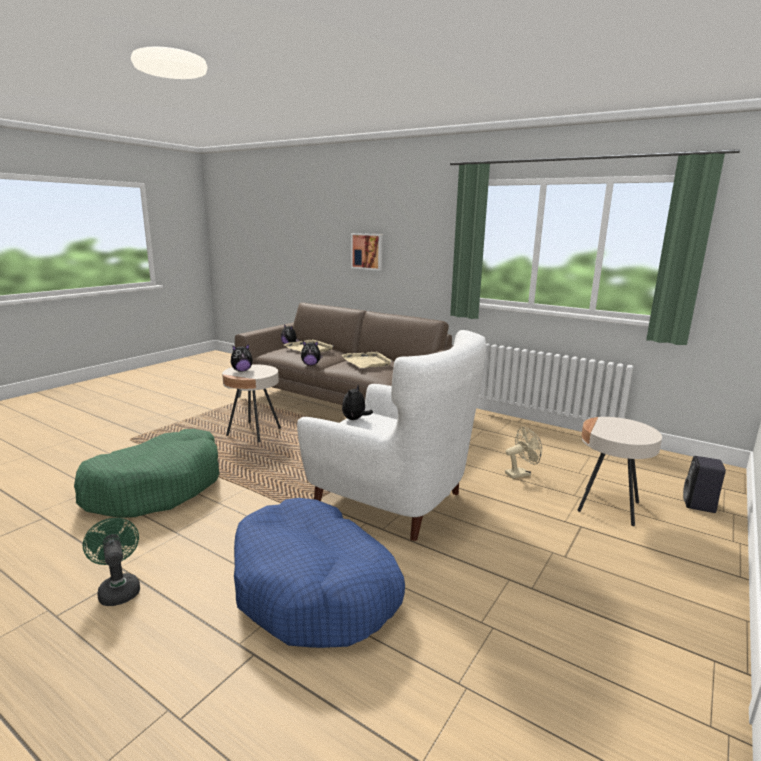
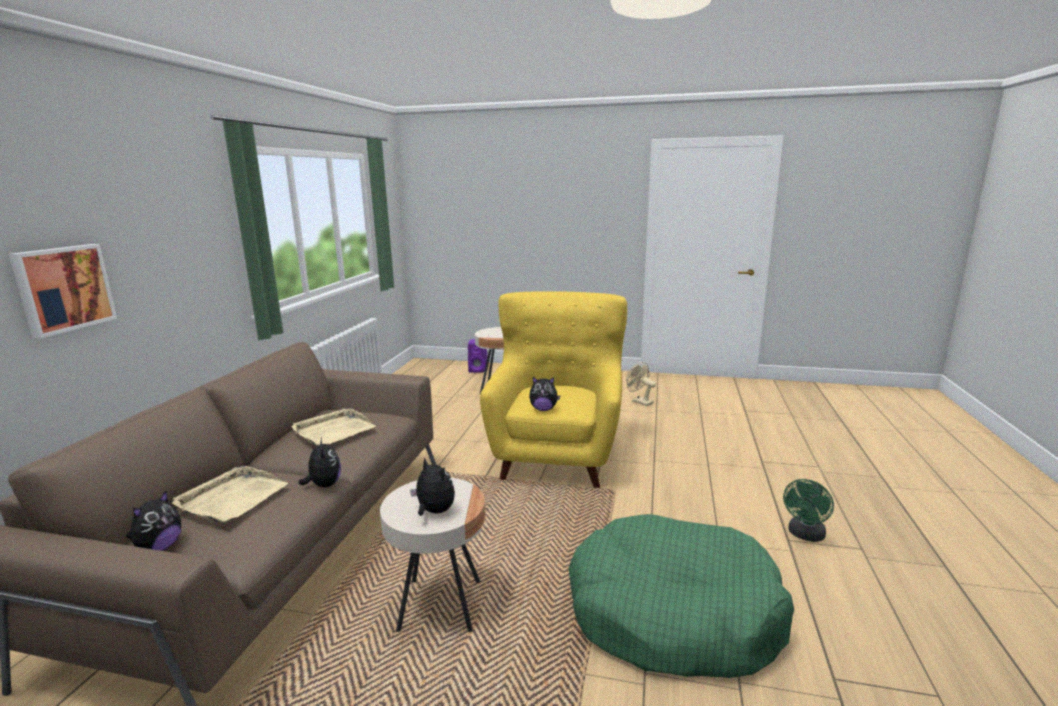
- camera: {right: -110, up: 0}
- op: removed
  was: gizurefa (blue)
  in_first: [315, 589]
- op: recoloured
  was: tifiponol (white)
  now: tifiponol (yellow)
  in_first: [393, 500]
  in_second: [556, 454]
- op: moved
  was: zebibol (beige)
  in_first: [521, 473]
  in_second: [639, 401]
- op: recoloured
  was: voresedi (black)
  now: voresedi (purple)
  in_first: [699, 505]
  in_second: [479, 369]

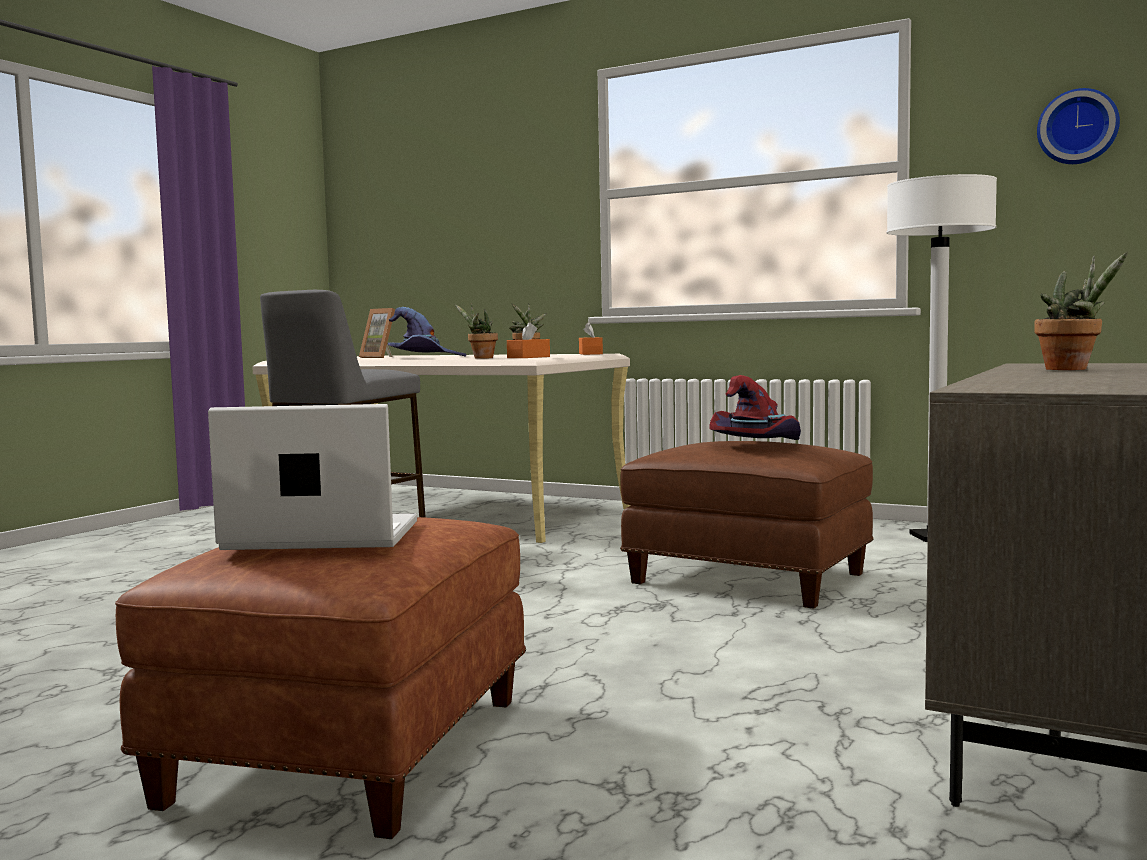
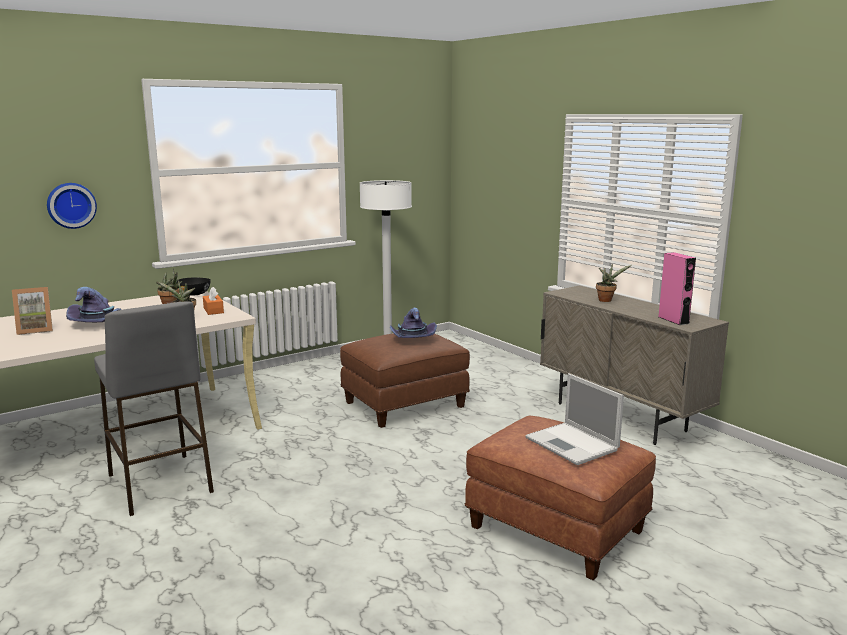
- camera: {right: -65, up: 10}
- op: turned
  was: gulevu
  in_first: [318, 536]
  in_second: [573, 444]
  clockwise: -60
- op: replaced
  was: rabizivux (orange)
  now: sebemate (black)
  in_first: [590, 354]
  in_second: [195, 294]
- op: recoloured
  was: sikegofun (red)
  now: sikegofun (purple)
  in_first: [757, 445]
  in_second: [412, 339]
- op: moved
  was: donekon
  in_first: [1077, 127]
  in_second: [71, 205]
- op: added
  now: voresedi (pink)
  in_second: [673, 320]

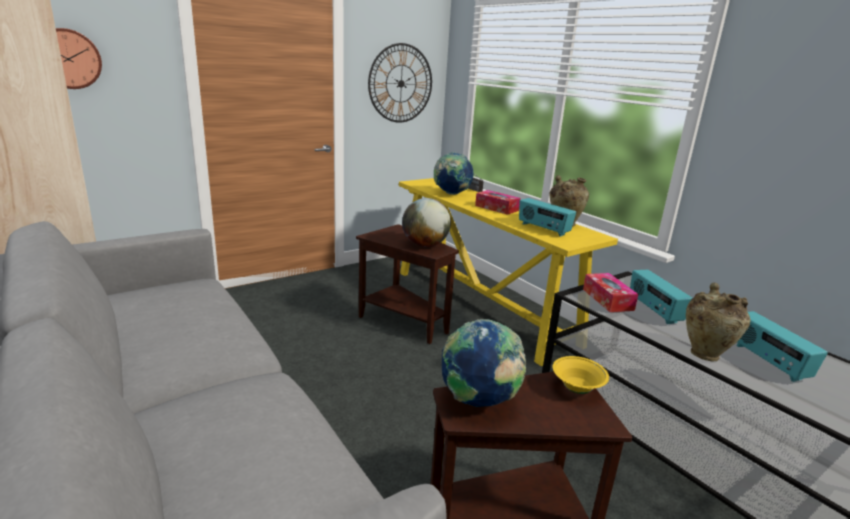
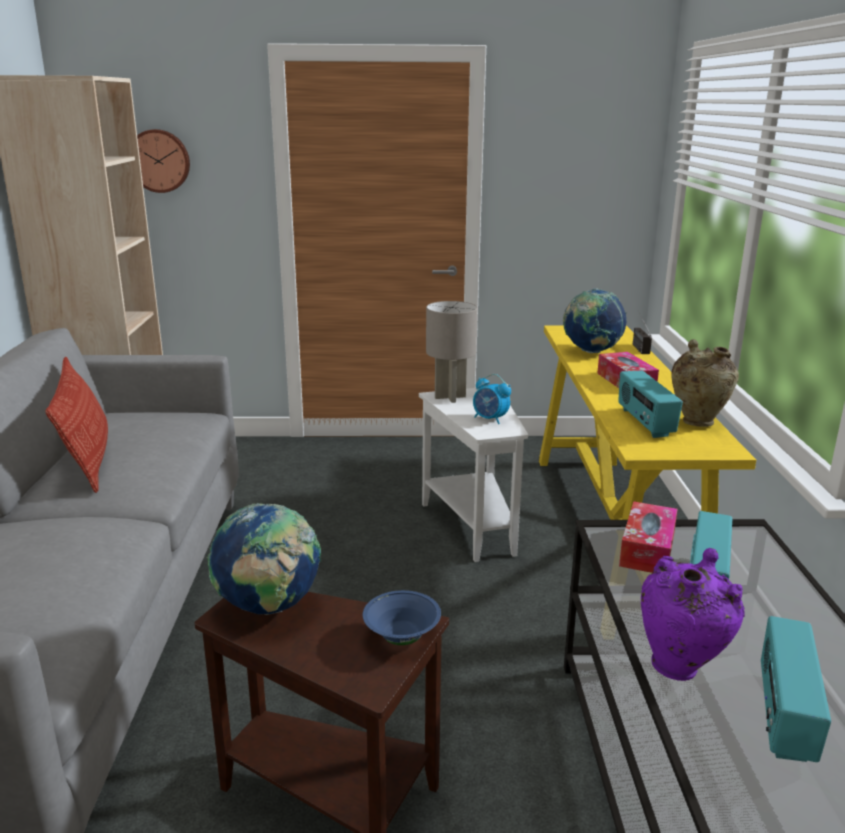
- camera: {right: 35, up: 0}
- op: recoloured
  was: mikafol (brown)
  now: mikafol (white)
  in_first: [403, 321]
  in_second: [473, 524]
- op: removed
  was: donekon
  in_first: [401, 83]
- op: replaced
  was: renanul
  now: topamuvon
  in_first: [425, 245]
  in_second: [490, 419]
- op: recoloured
  was: sebemate (yellow)
  now: sebemate (blue)
  in_first: [577, 389]
  in_second: [402, 638]
- op: recoloured
  was: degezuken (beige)
  now: degezuken (purple)
  in_first: [705, 354]
  in_second: [681, 667]
- op: added
  now: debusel
  in_second: [88, 459]
- op: added
  now: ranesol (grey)
  in_second: [450, 397]

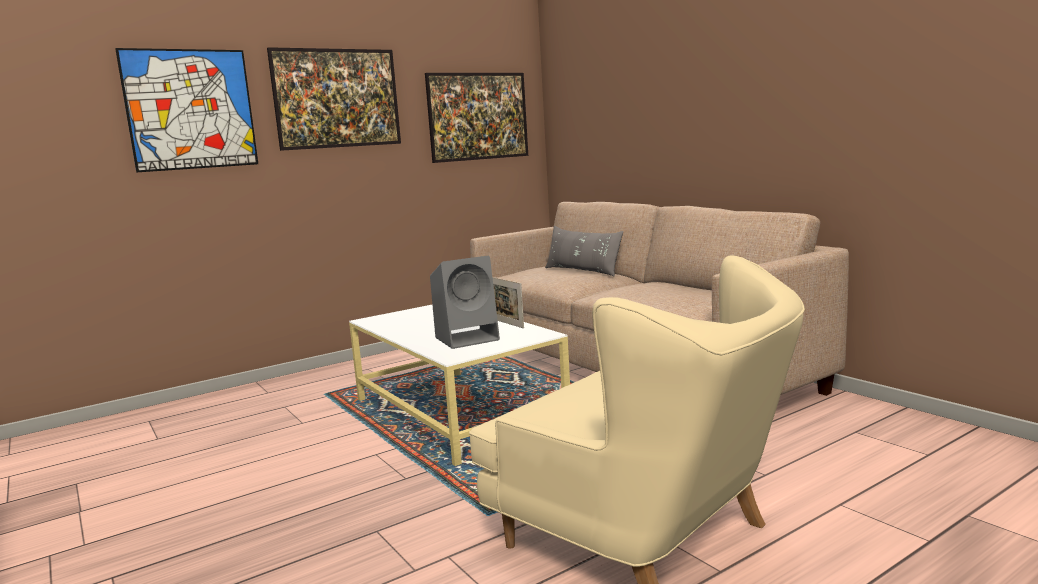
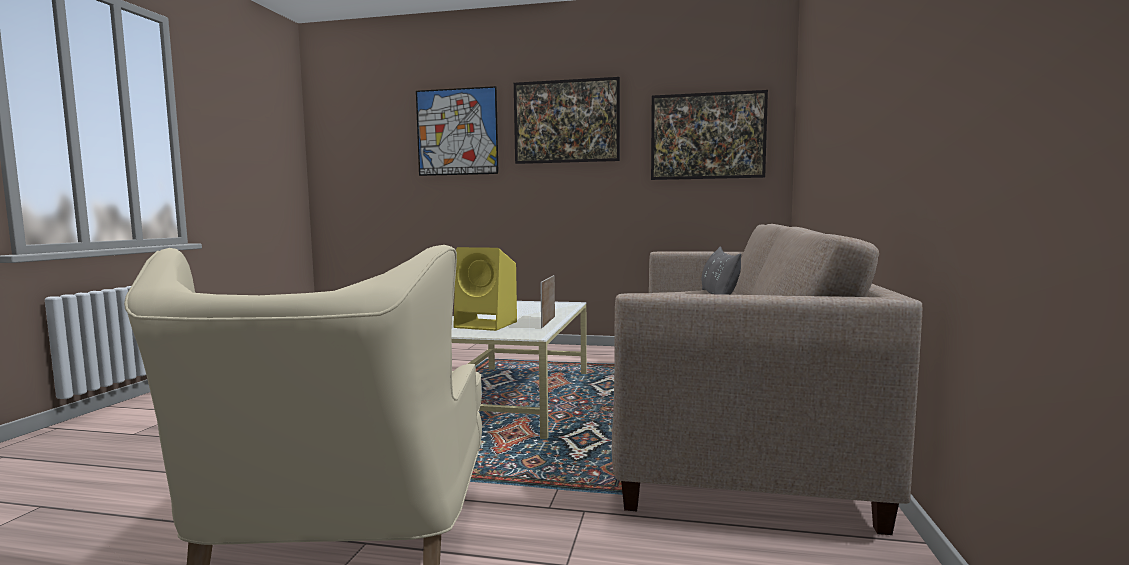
- camera: {right: 45, up: -5}
- op: recoloured
  was: voresedi (grey)
  now: voresedi (yellow)
  in_first: [468, 338]
  in_second: [487, 324]

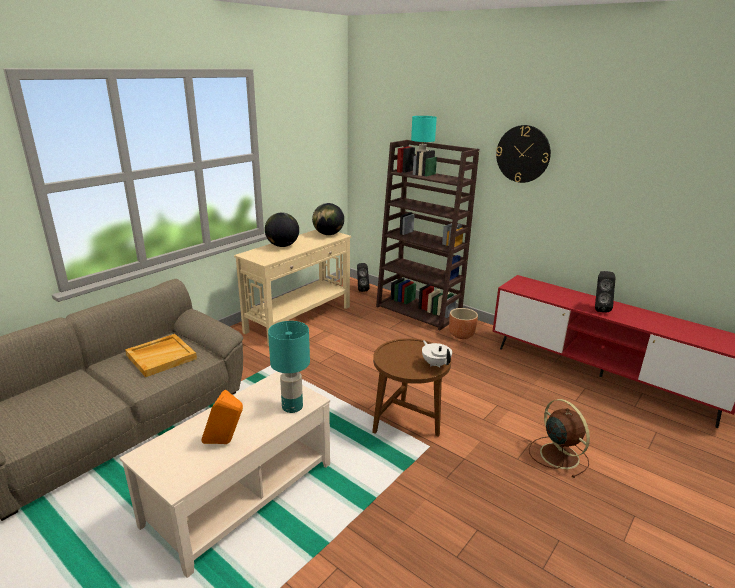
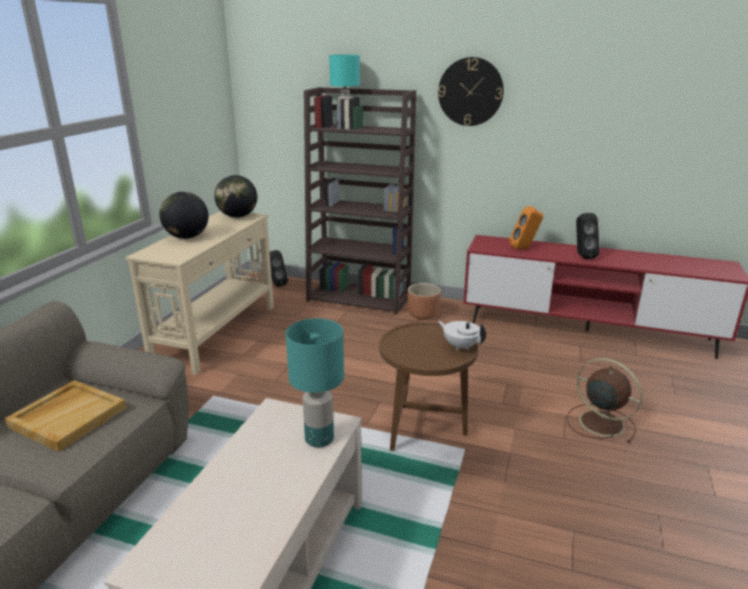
- camera: {right: -20, up: 0}
- op: moved
  was: voresedi (orange)
  in_first: [225, 443]
  in_second: [525, 248]

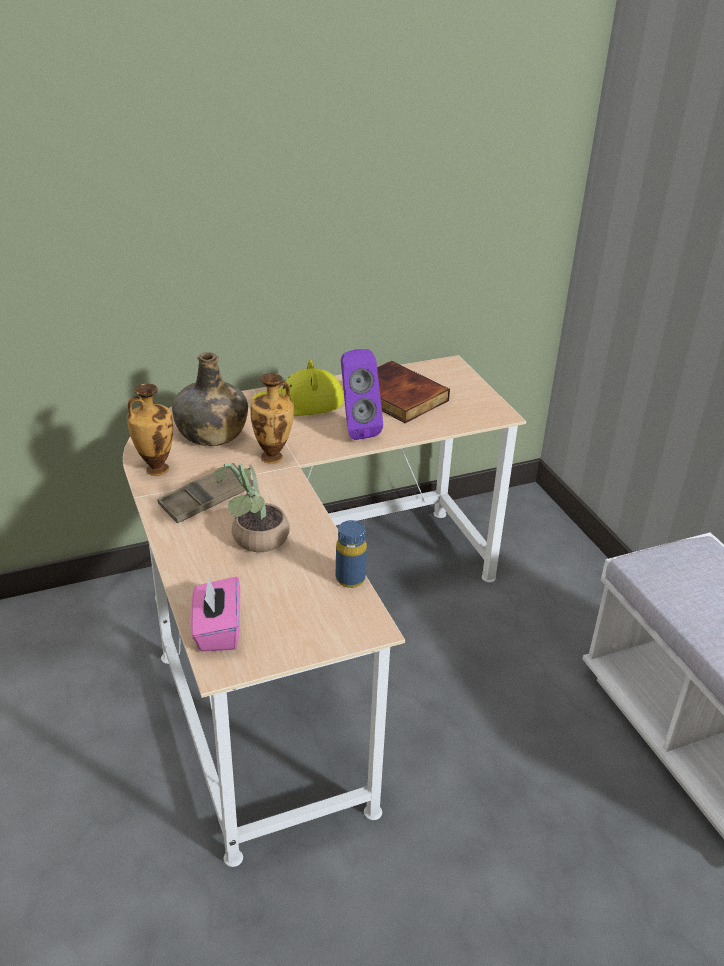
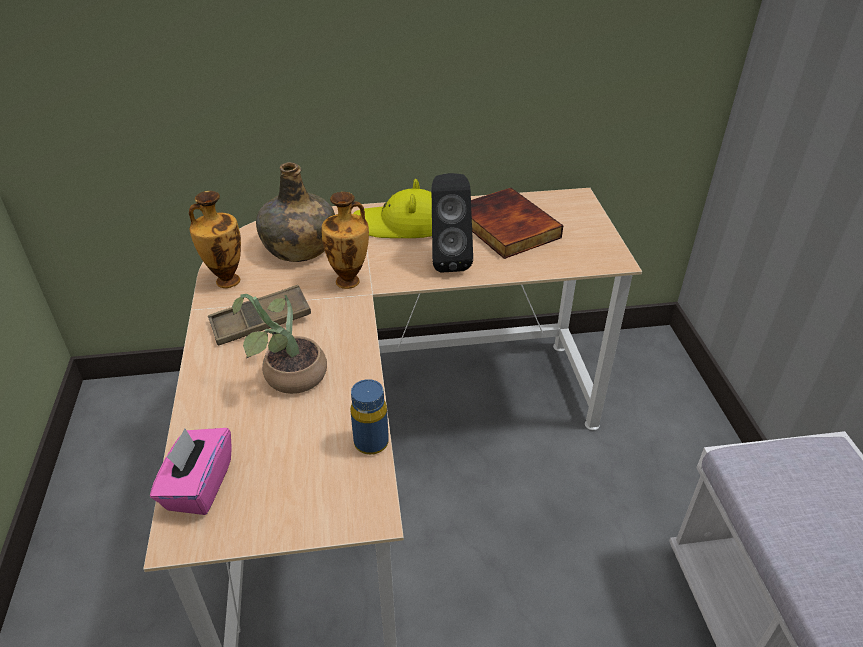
- camera: {right: 15, up: 5}
- op: recoloured
  was: voresedi (purple)
  now: voresedi (black)
  in_first: [356, 429]
  in_second: [448, 259]

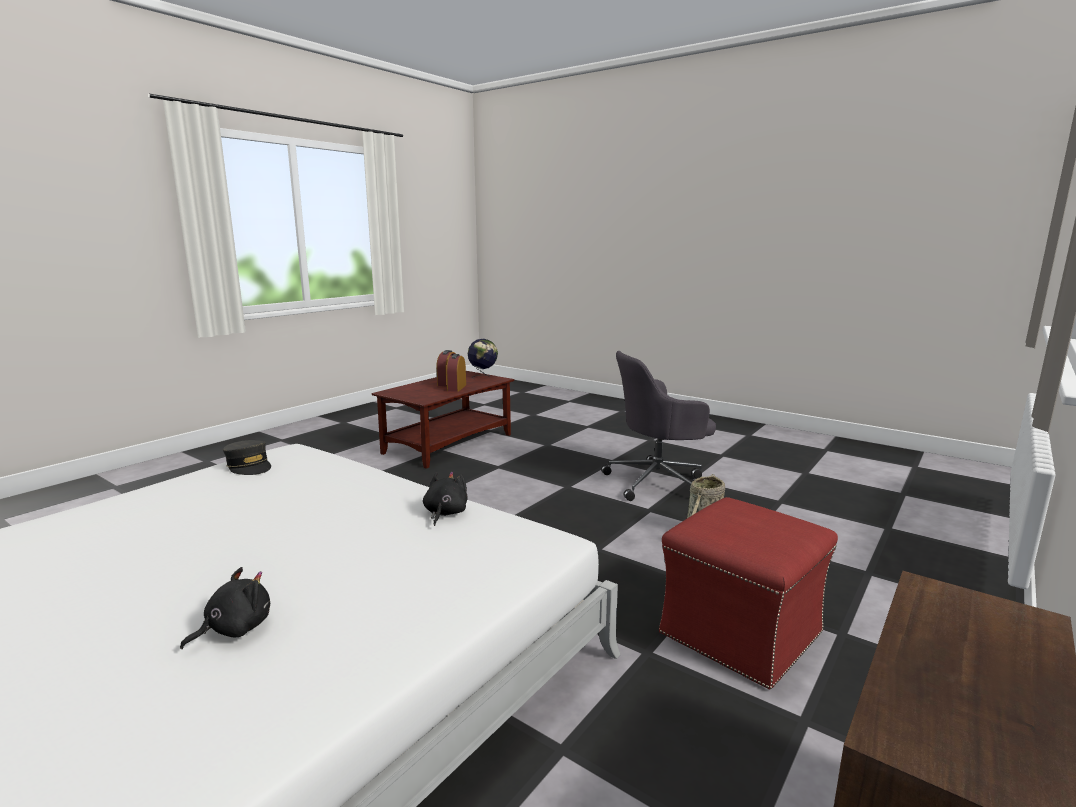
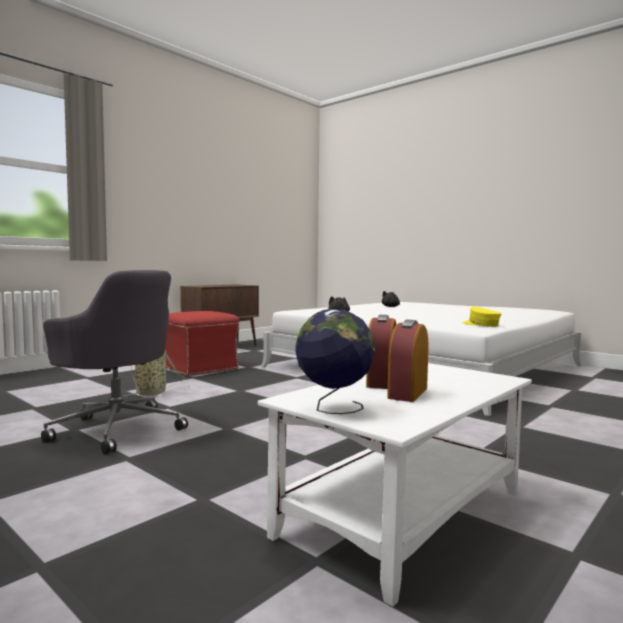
- camera: {right: -175, up: -10}
- op: recoloured
  was: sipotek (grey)
  now: sipotek (yellow)
  in_first: [249, 466]
  in_second: [481, 324]
- op: recoloured
  was: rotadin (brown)
  now: rotadin (white)
  in_first: [449, 443]
  in_second: [404, 513]
- op: turned
  was: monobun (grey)
  in_first: [658, 482]
  in_second: [117, 428]
  clockwise: 45

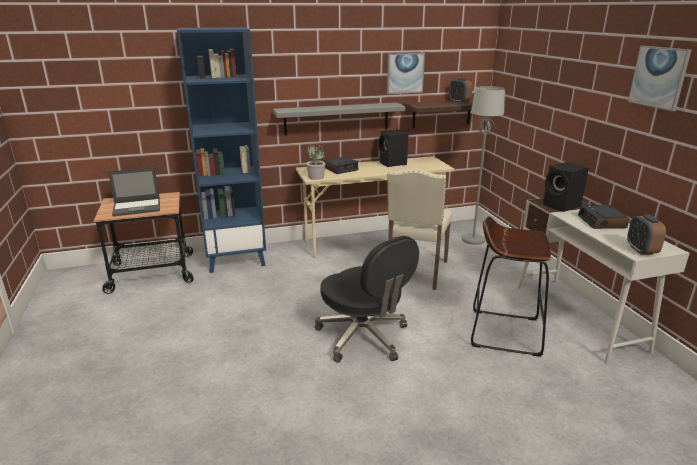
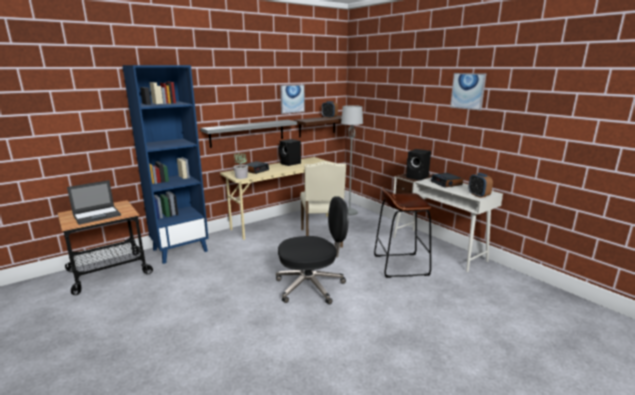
- camera: {right: -20, up: -5}
- op: turned
  was: monobun (black)
  in_first: [364, 337]
  in_second: [311, 286]
  clockwise: -45

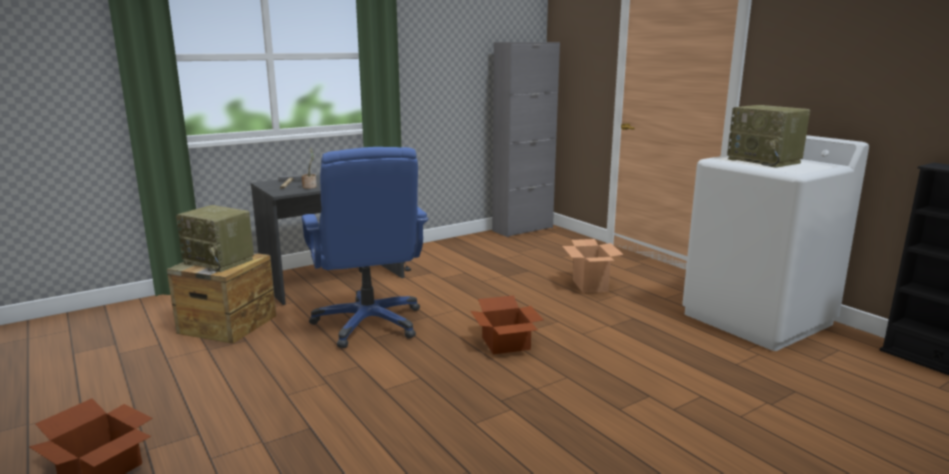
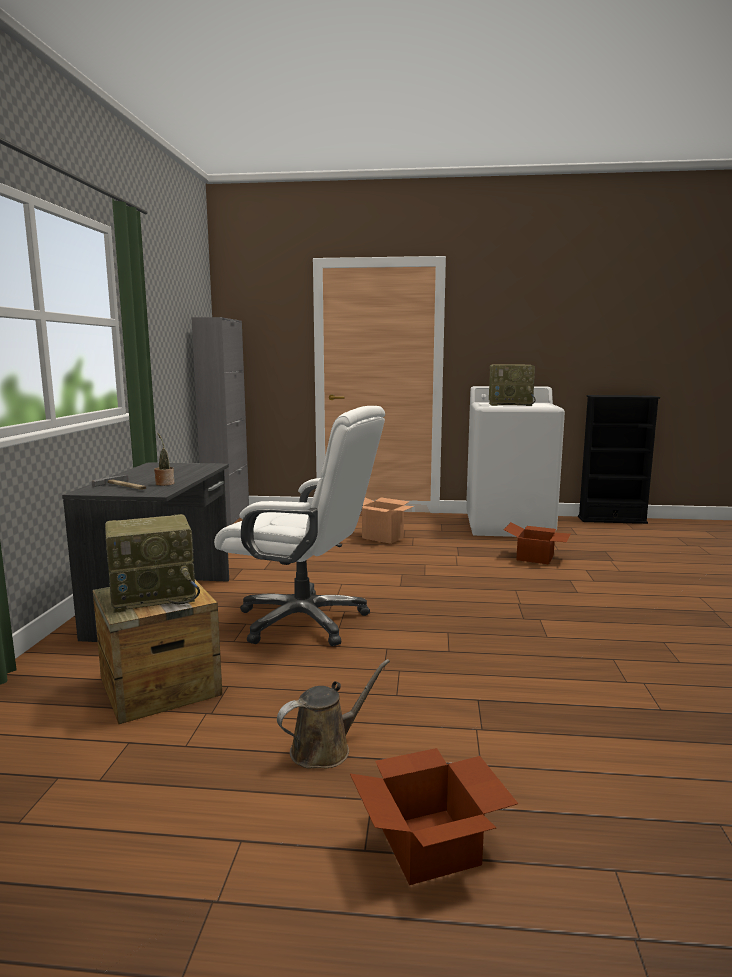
- camera: {right: -50, up: -5}
- op: recoloured
  was: monobun (blue)
  now: monobun (white)
  in_first: [369, 323]
  in_second: [304, 621]
- op: moved
  was: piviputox
  in_first: [505, 344]
  in_second: [536, 558]
- op: added
  now: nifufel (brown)
  in_second: [326, 748]

